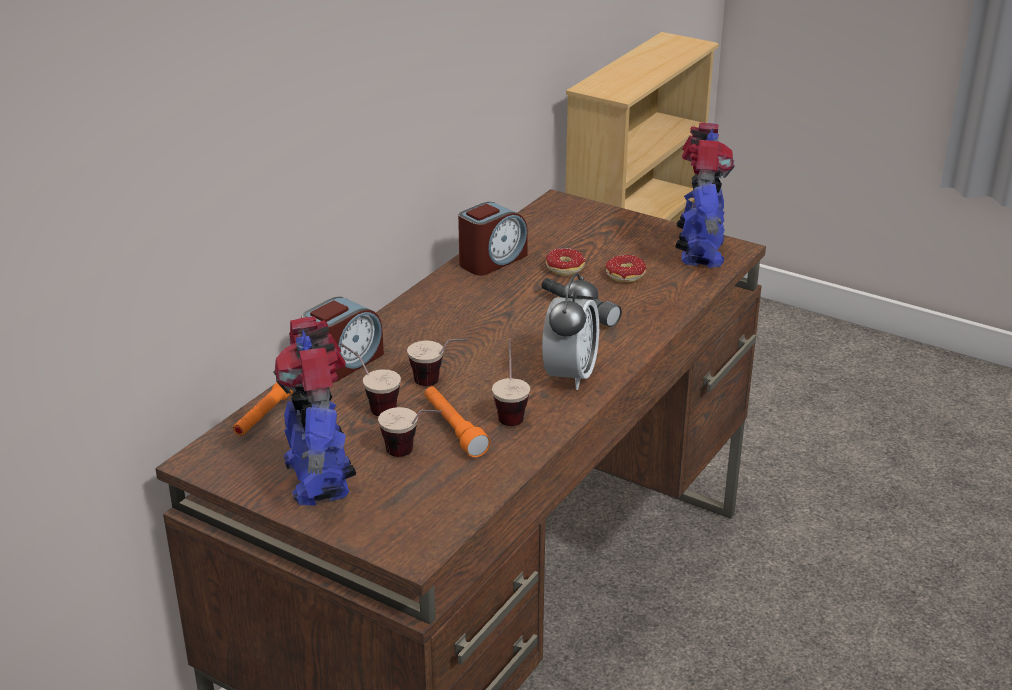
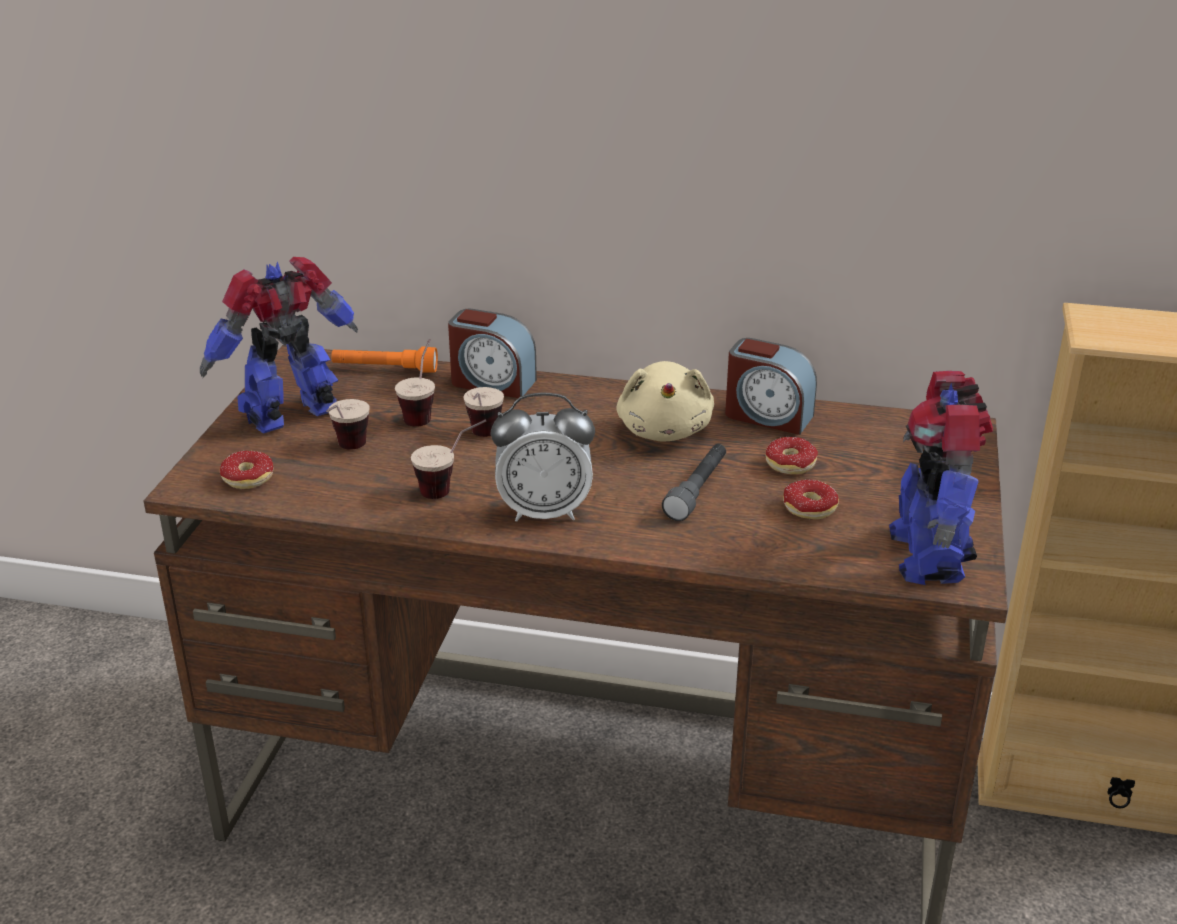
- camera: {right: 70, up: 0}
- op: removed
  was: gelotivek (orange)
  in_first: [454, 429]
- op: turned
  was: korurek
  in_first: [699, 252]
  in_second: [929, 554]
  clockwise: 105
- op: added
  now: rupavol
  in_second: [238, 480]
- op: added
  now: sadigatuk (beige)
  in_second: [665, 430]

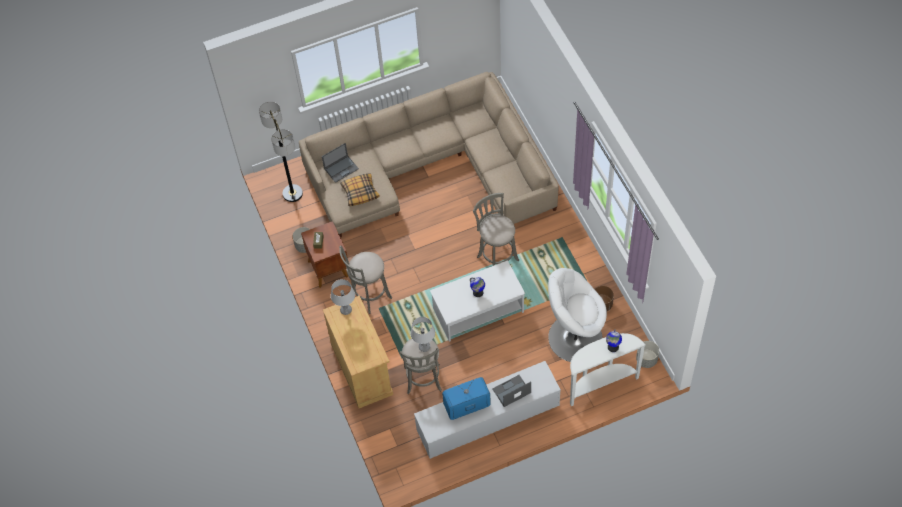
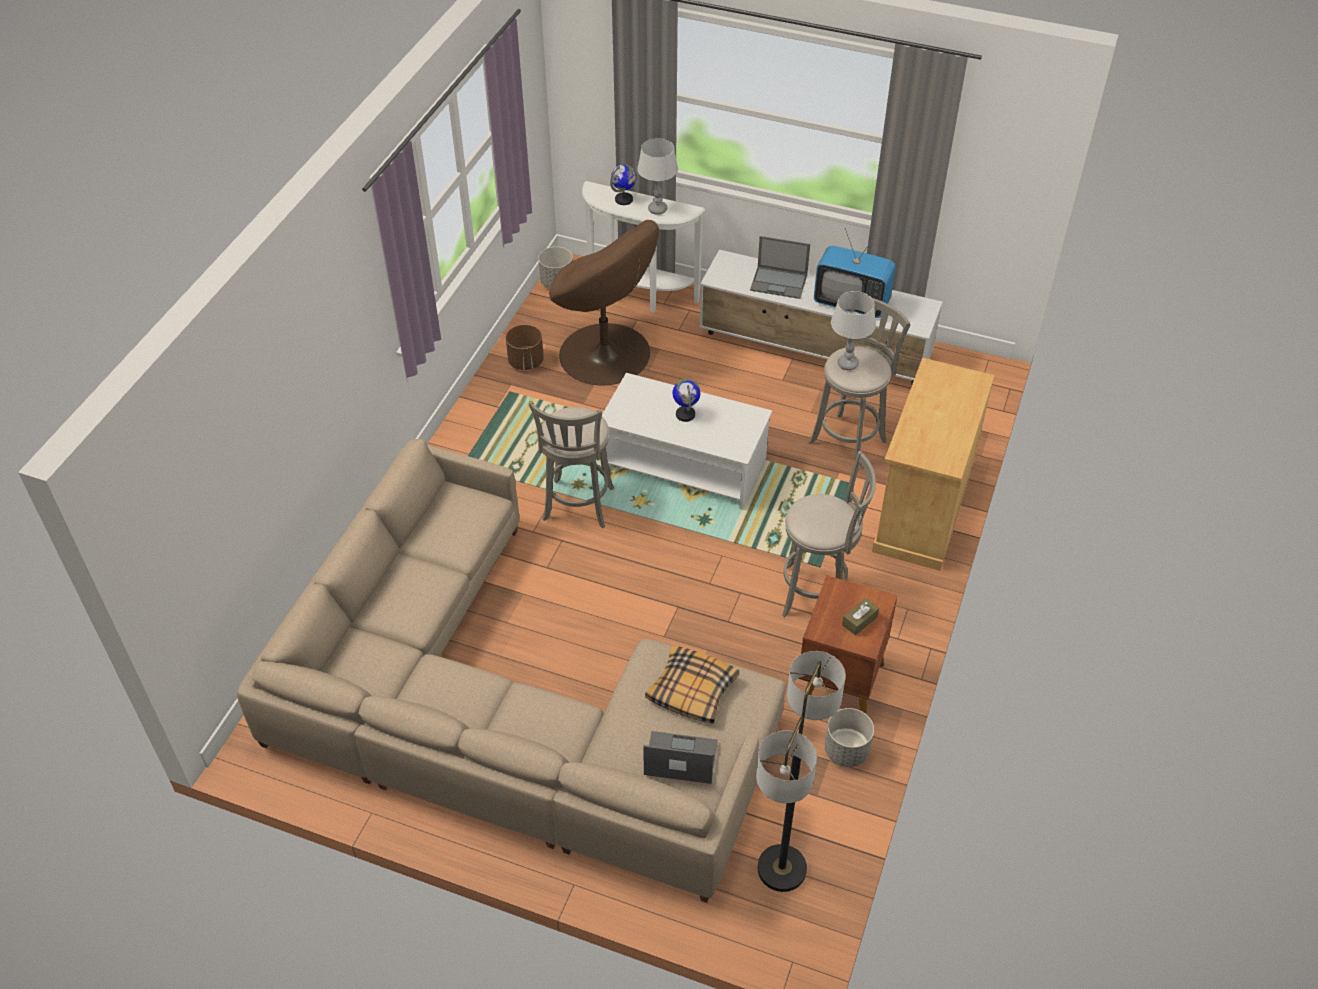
- camera: {right: -140, up: -10}
- op: moved
  was: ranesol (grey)
  in_first: [346, 310]
  in_second: [657, 209]
- op: recoloured
  was: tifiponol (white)
  now: tifiponol (brown)
  in_first: [574, 337]
  in_second: [605, 355]

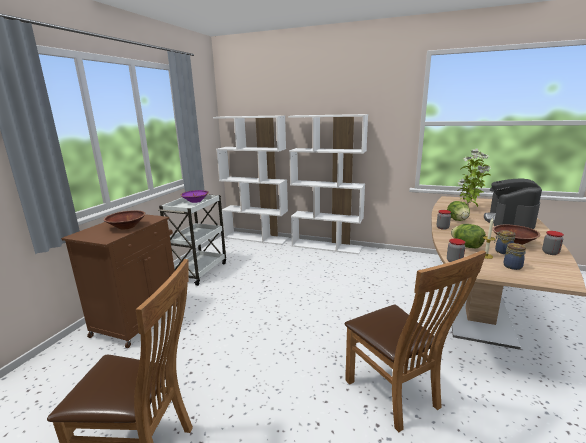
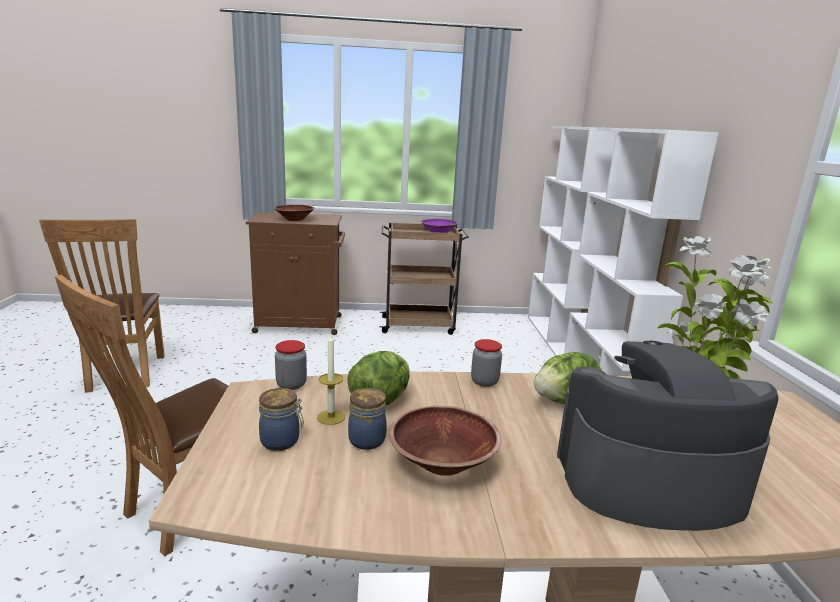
- camera: {right: 65, up: 0}
- op: recoloured
  was: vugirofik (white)
  now: vugirofik (brown)
  in_first: [199, 271]
  in_second: [419, 325]
- op: removed
  was: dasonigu
  in_first: [550, 253]

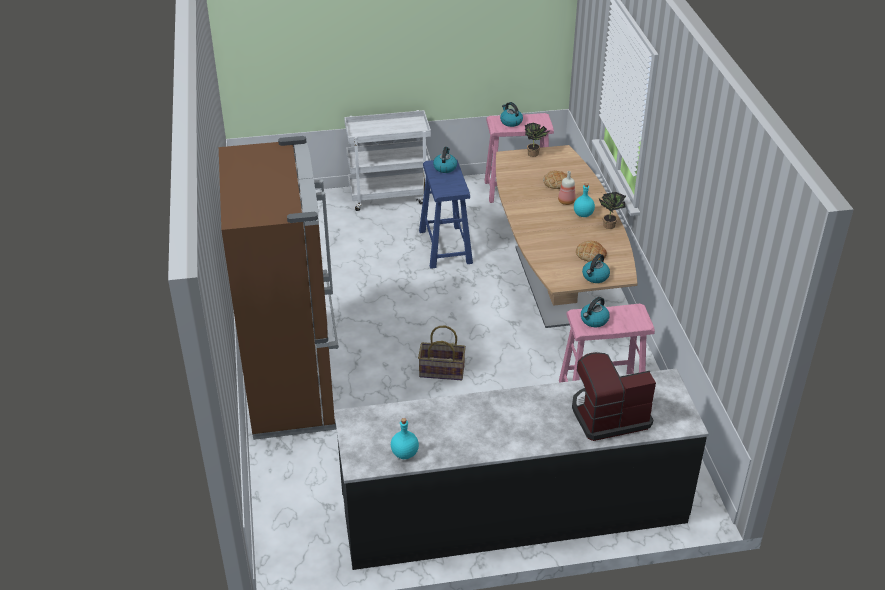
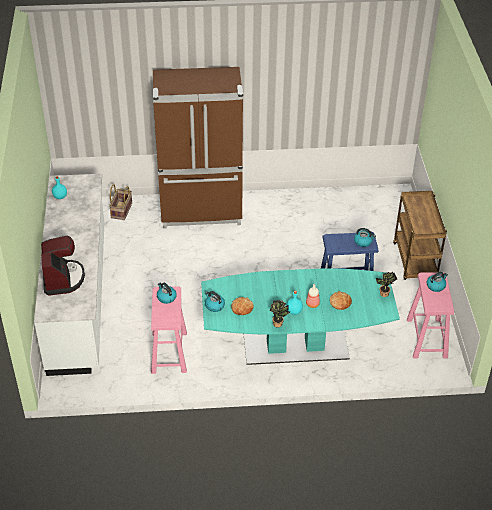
- camera: {right: 95, up: 5}
- op: recoloured
  was: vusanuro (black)
  now: vusanuro (white)
  in_first: [513, 511]
  in_second: [79, 297]
- op: recoloured
  was: vugirofik (white)
  now: vugirofik (brown)
  in_first: [390, 195]
  in_second: [415, 262]
- op: moved
  was: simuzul
  in_first: [441, 371]
  in_second: [121, 210]
- op: recoloured
  was: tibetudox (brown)
  now: tibetudox (turquoise)
  in_first: [555, 283]
  in_second: [295, 346]

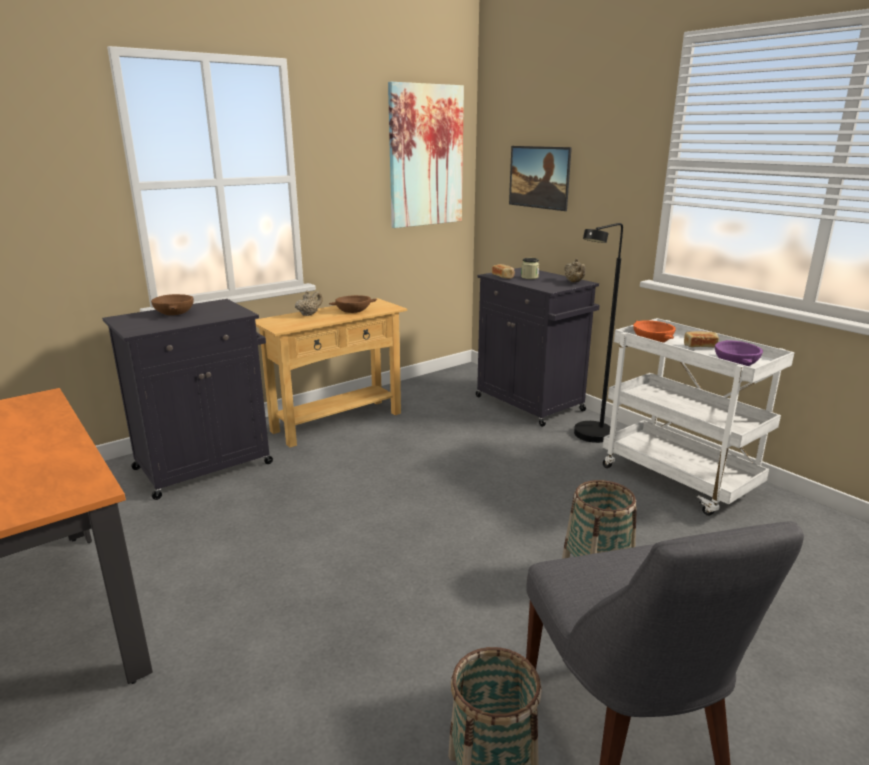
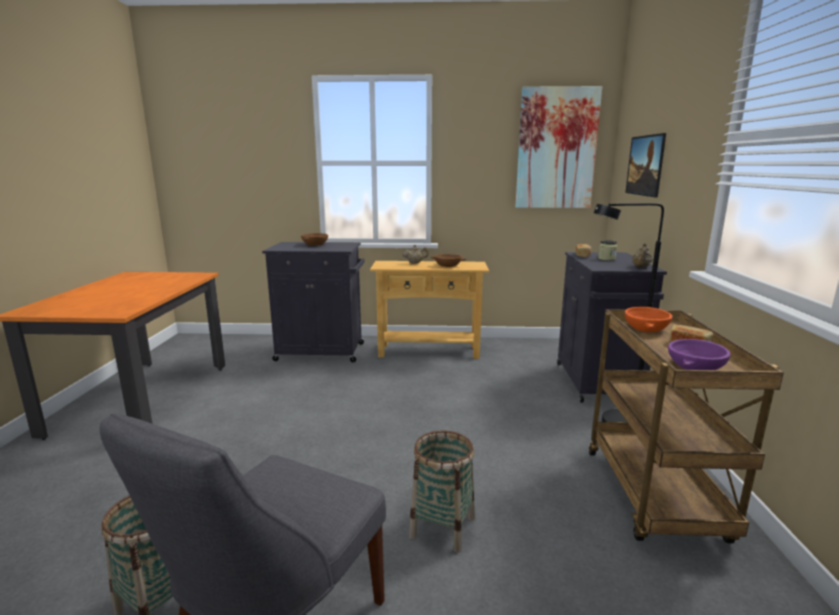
- camera: {right: 40, up: -5}
- op: recoloured
  was: vugirofik (white)
  now: vugirofik (brown)
  in_first: [679, 480]
  in_second: [655, 496]

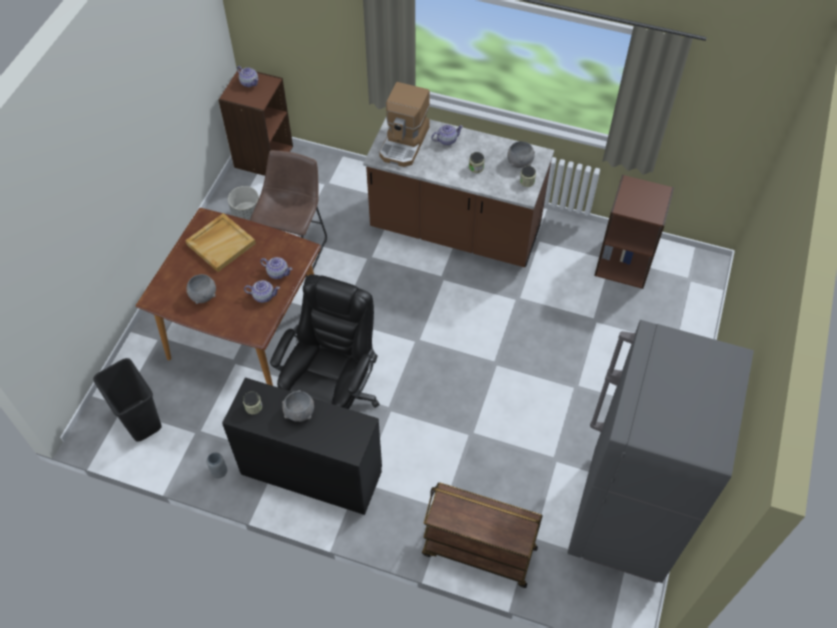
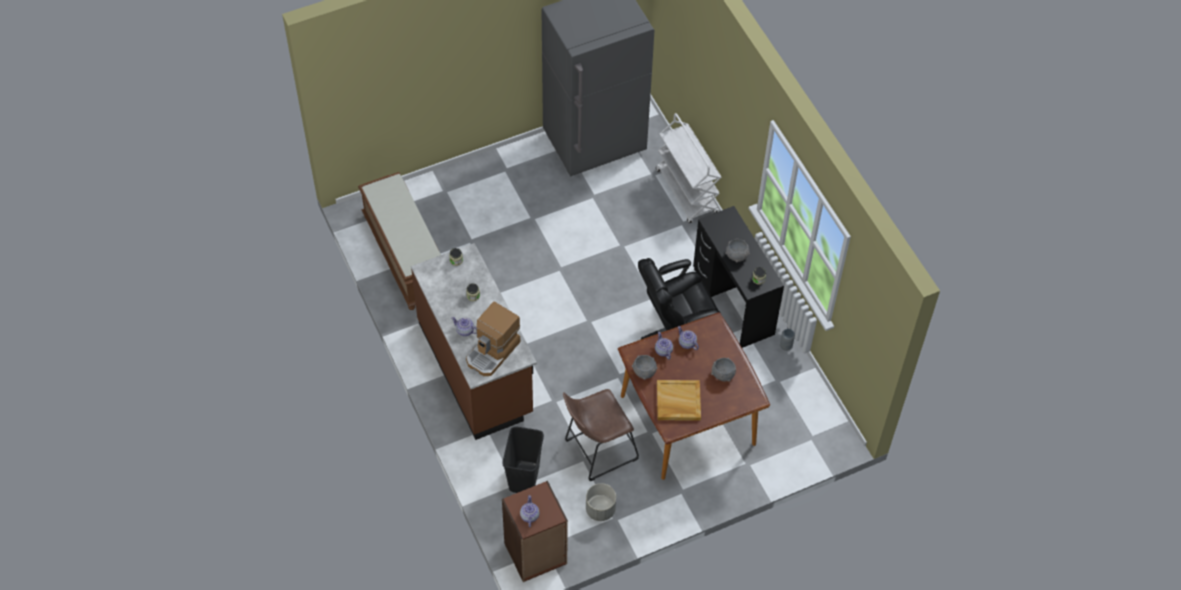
- camera: {right: -135, up: 0}
- op: moved
  was: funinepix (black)
  in_first: [139, 421]
  in_second: [524, 478]
- op: turned
  was: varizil
  in_first: [405, 143]
  in_second: [493, 352]
  clockwise: 150
- op: recoloured
  was: vugirofik (brown)
  now: vugirofik (white)
  in_first: [478, 551]
  in_second: [687, 192]
- op: moved
  was: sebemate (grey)
  in_first: [520, 162]
  in_second: [644, 371]
- op: replaced
  was: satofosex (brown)
  now: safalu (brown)
  in_first: [624, 263]
  in_second: [404, 255]

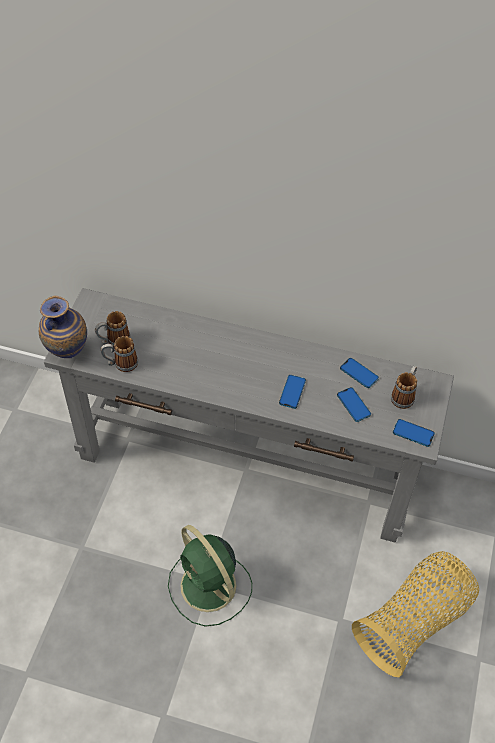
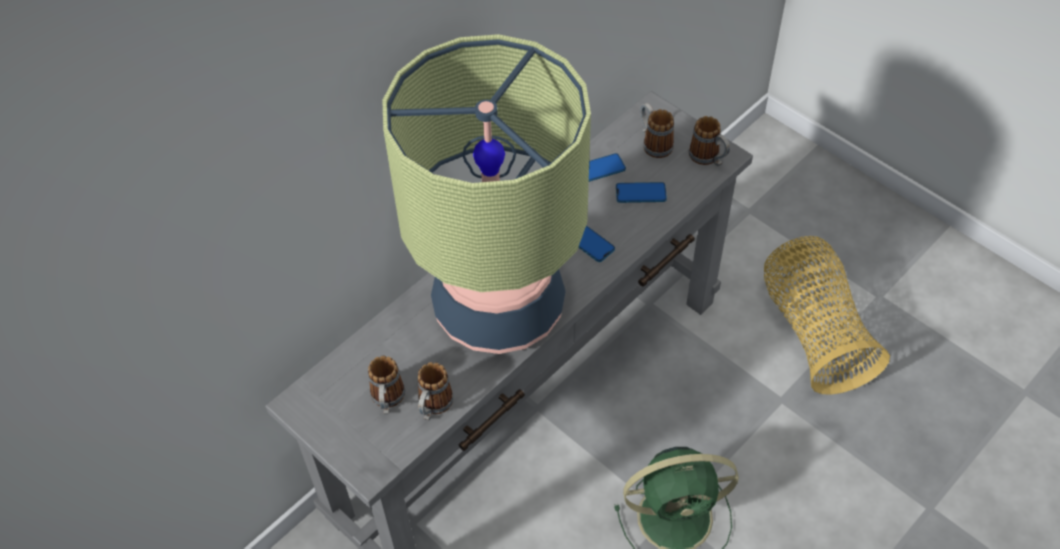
- camera: {right: -60, up: 0}
- op: removed
  was: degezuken
  in_first: [67, 353]
- op: replaced
  was: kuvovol
  now: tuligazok
  in_first: [413, 433]
  in_second: [708, 158]
- op: added
  now: ranesol
  in_second: [499, 305]

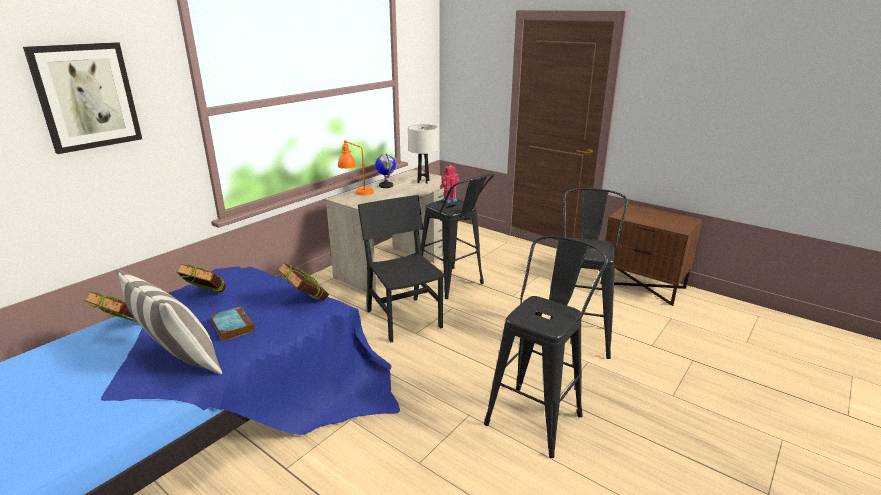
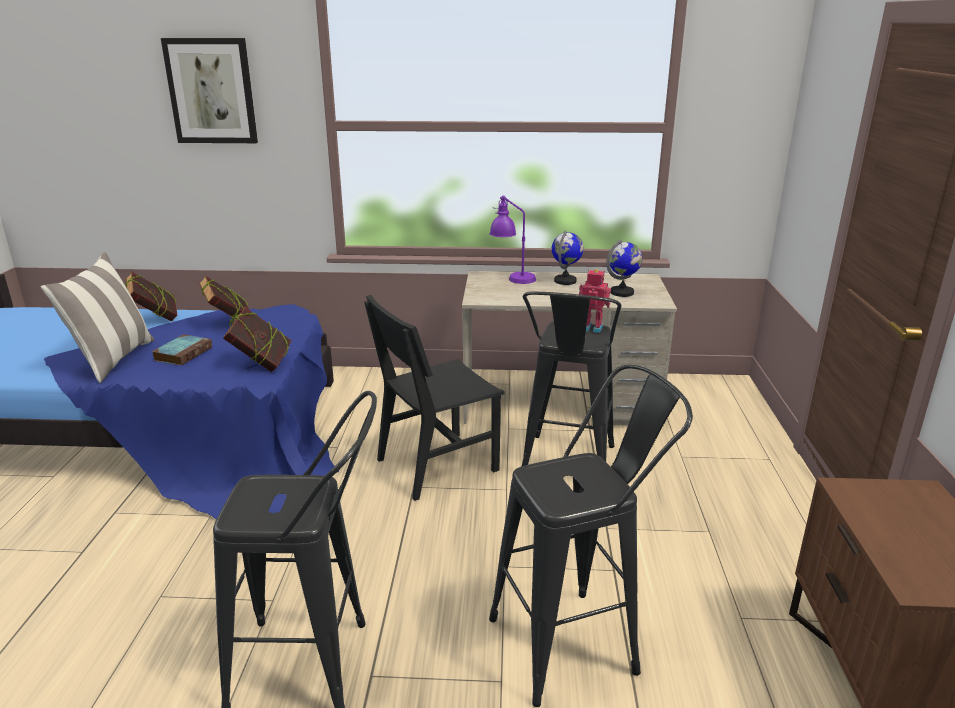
- camera: {right: 55, up: 0}
- op: recoloured
  was: ranesol (orange)
  now: ranesol (purple)
  in_first: [356, 193]
  in_second: [511, 277]
- op: turned
  was: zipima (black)
  in_first: [404, 318]
  in_second: [437, 465]
  clockwise: -150
- op: replaced
  was: ranesol (white)
  now: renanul
  in_first: [423, 181]
  in_second: [622, 293]

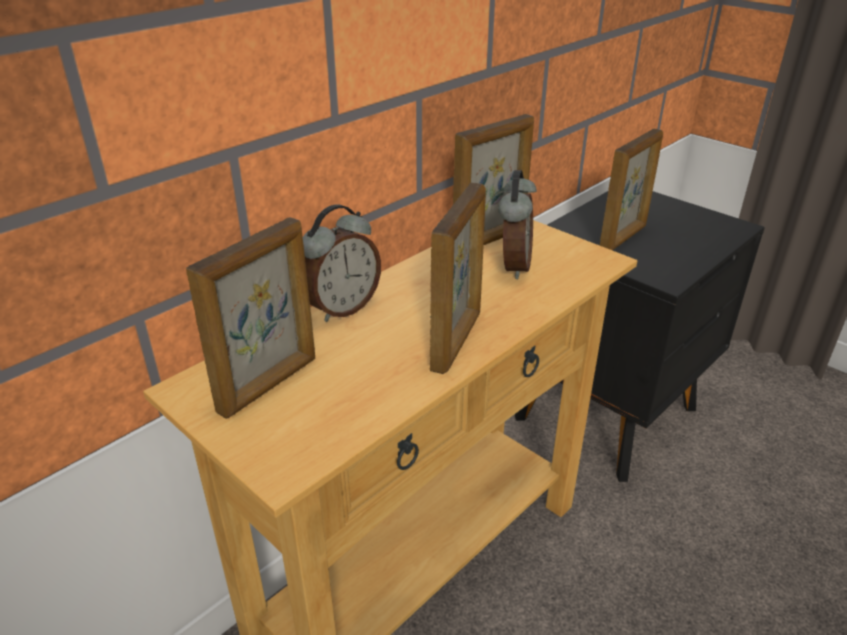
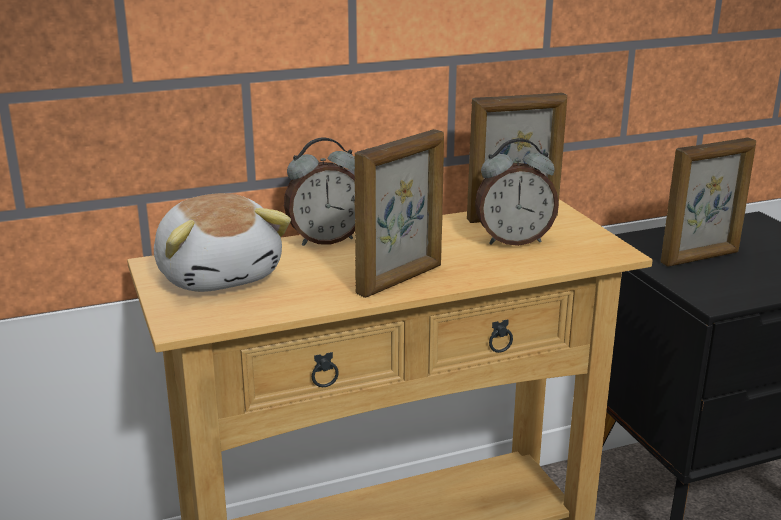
- camera: {right: 25, up: -10}
- op: replaced
  was: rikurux
  now: sadigatuk
  in_first: [270, 385]
  in_second: [220, 274]
- op: turned
  was: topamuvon
  in_first: [513, 266]
  in_second: [513, 240]
  clockwise: 45

